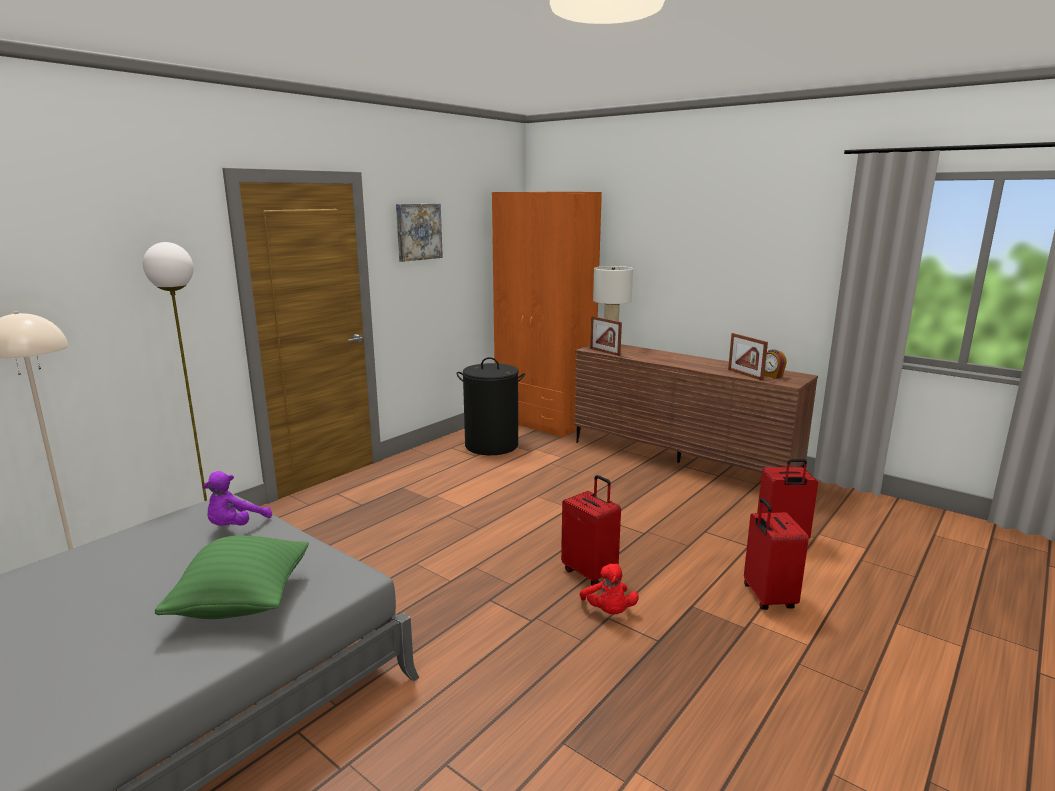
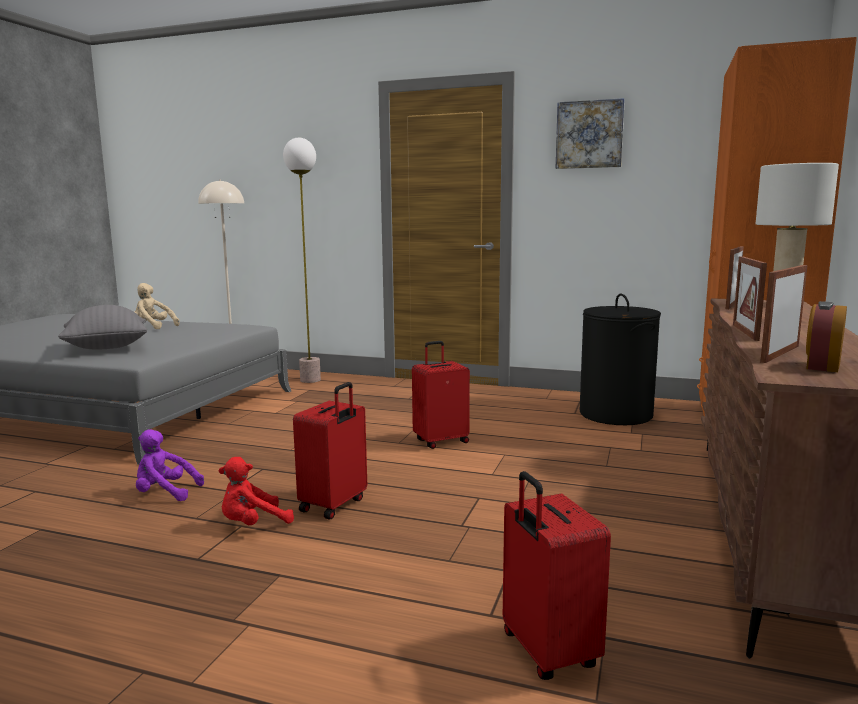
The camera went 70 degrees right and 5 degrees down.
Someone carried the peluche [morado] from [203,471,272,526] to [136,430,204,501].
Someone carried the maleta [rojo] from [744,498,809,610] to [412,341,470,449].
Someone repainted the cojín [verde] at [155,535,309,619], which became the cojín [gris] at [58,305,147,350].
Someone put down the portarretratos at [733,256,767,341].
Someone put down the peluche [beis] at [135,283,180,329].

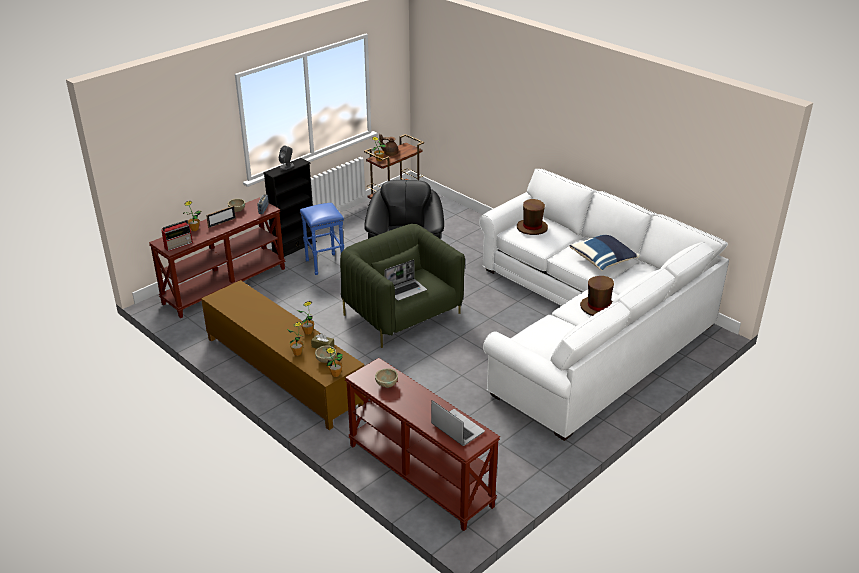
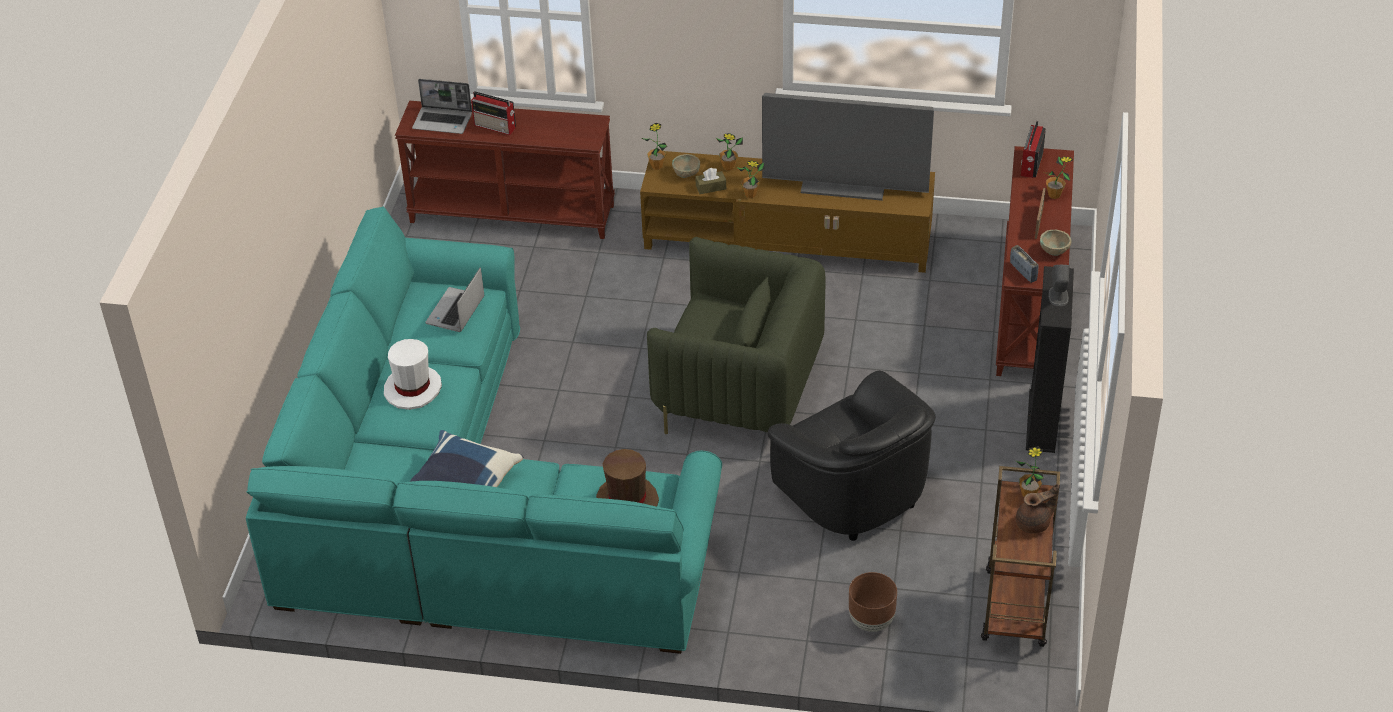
The camera went 145 degrees right and 10 degrees up.
Someone repainted the sofá [blanco] at [479,169,729,441], which became the sofá [turquesa] at [246,206,722,654].
Someone took away the taburete [azul] at [300,203,344,275].
Someone carried the portátil from [384,259,427,301] to [425,267,484,332].
Someone repainted the sombrero [marrón] at [580,276,614,316], which became the sombrero [blanco] at [384,339,442,410].
Someone took away the cuenco [beis] at [375,368,398,388].
Someone put down the radio at [471,91,516,135].
Someone put down the televisor at [762,93,934,201].
Someone put down the maceta [marrón] at [849,572,897,632].

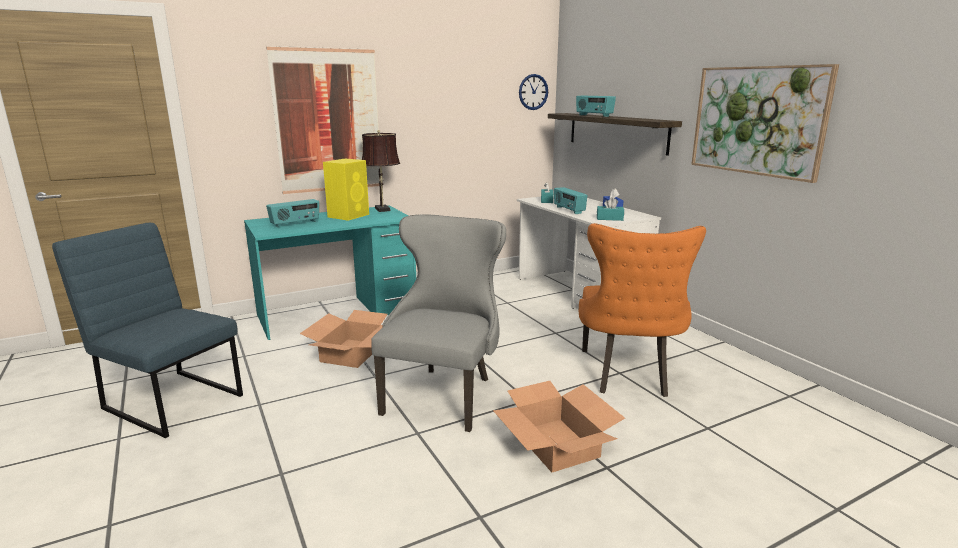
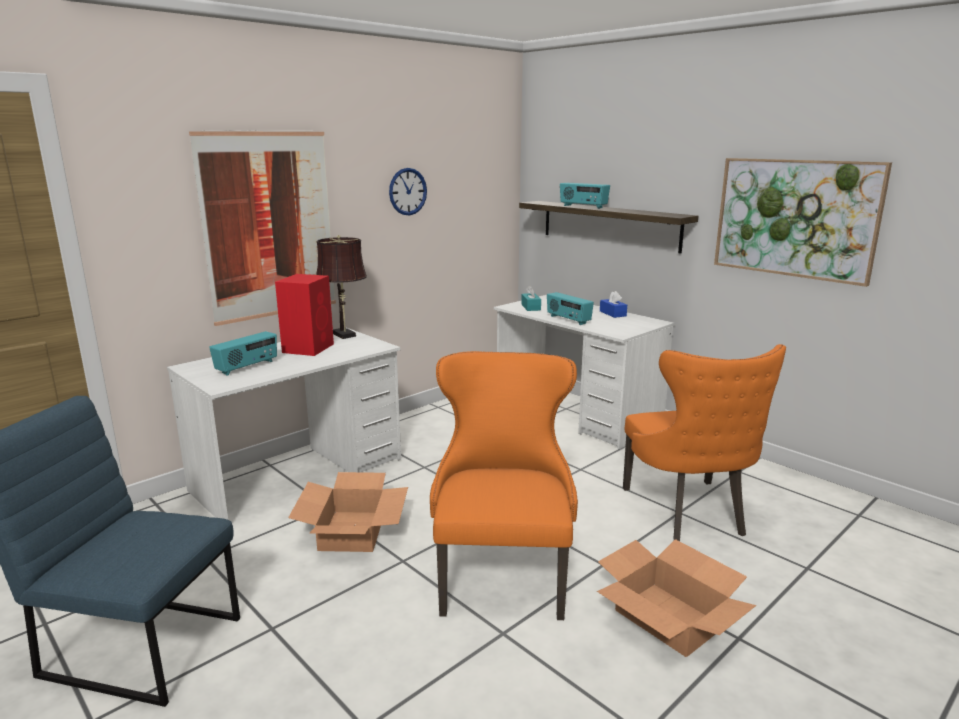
The camera went 15 degrees left and 0 degrees up.
Someone carried the reloj de pared from [519,74,548,110] to [389,168,427,215].
Someone repainted the altavoz [amarillo] at [323,158,369,221], which became the altavoz [rojo] at [275,274,334,356].
Someone took away the caja de pañuelos [turquesa] at [597,197,624,221].
Someone repainted the escritorio [turquesa] at [244,206,416,340], which became the escritorio [blanco] at [167,328,401,520].
Someone repainted the silla [gris] at [371,214,506,432], which became the silla [naranja] at [430,351,578,620].

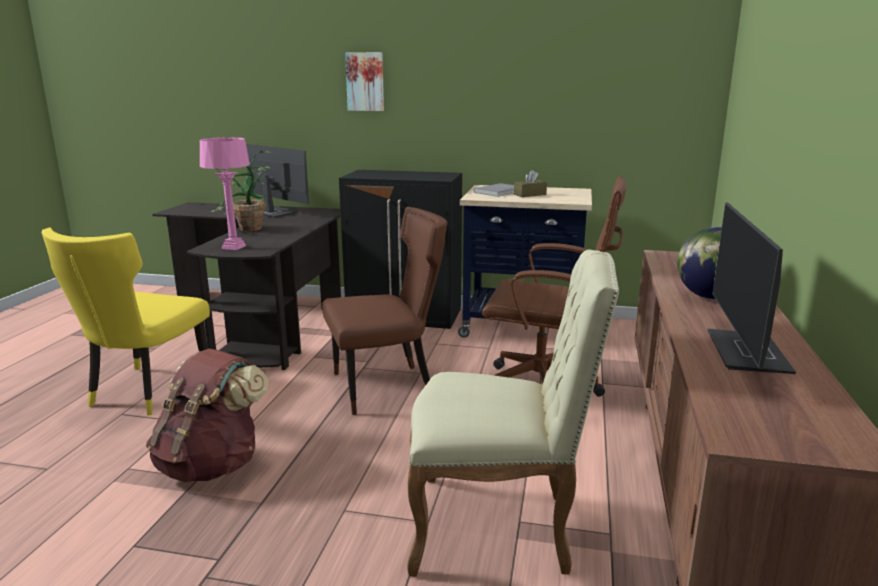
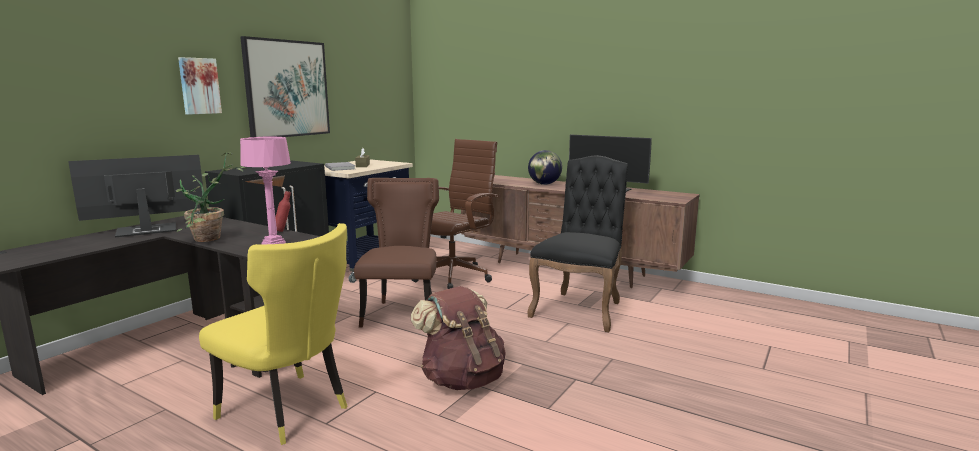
The camera went 70 degrees left and 5 degrees down.
Someone repainted the silla [beis] at [407,249,619,577], which became the silla [negro] at [528,155,628,332].
Someone put up the cuadro at [240,36,330,137].
Someone put down the botella [rojo] at [275,191,291,232].

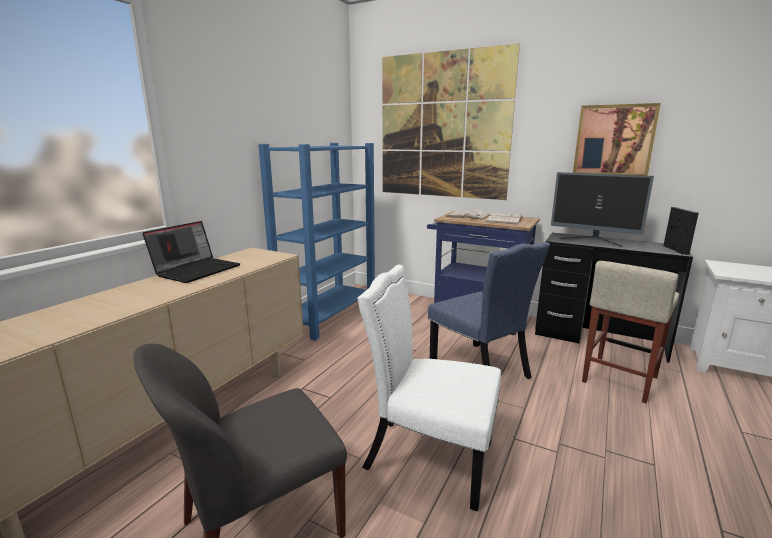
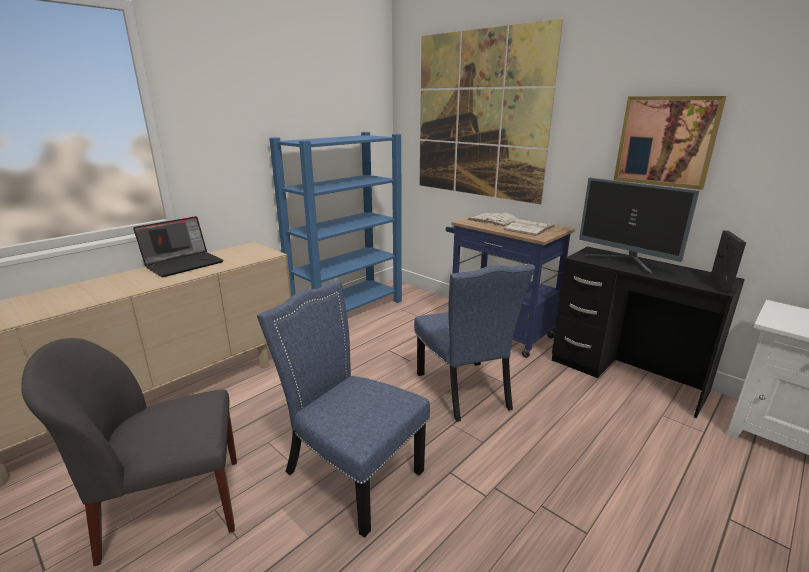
The camera went 15 degrees right and 5 degrees up.
Someone took away the taburete [beis] at [582,261,679,403].
Someone repainted the silla [blanco] at [357,265,501,511], which became the silla [azul] at [257,280,430,538].

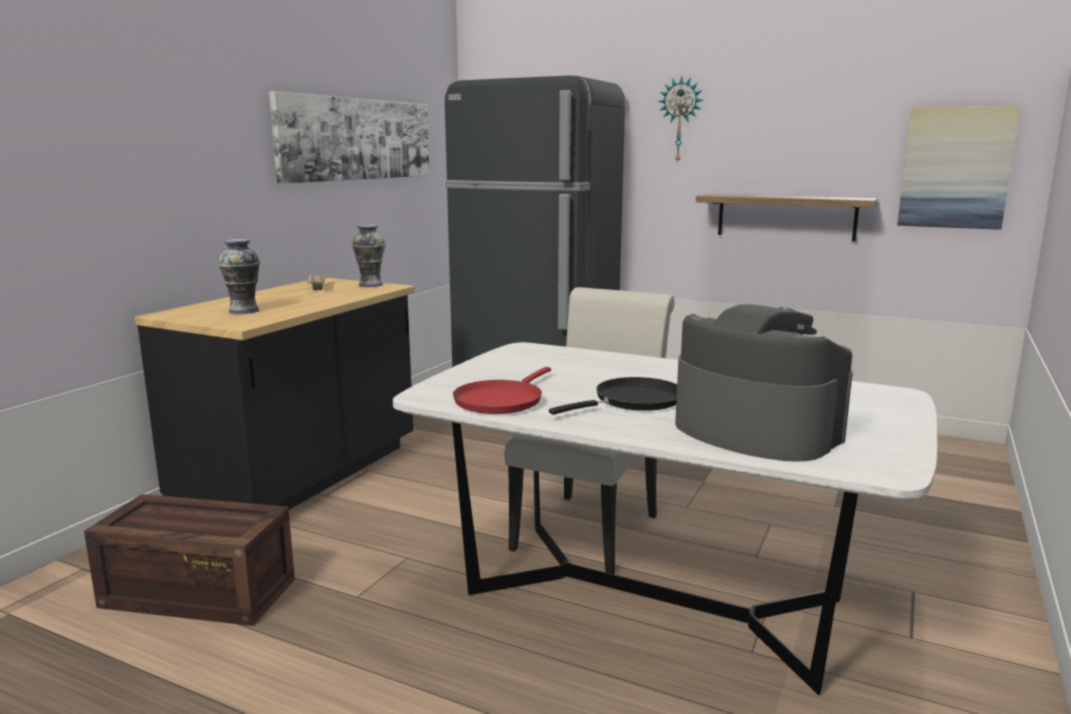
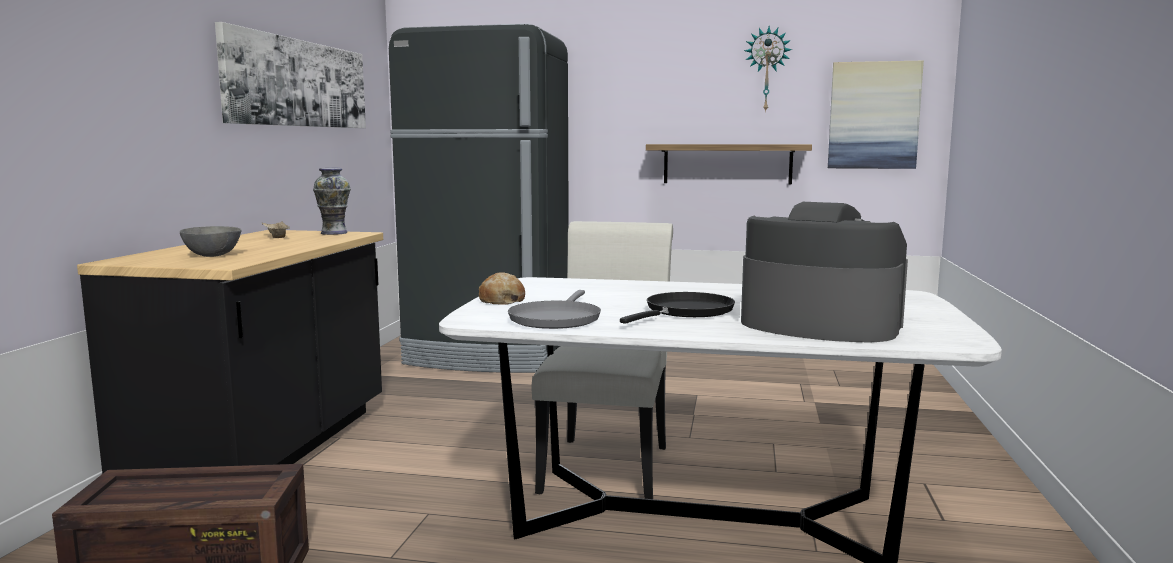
The camera went 15 degrees left and 5 degrees down.
Someone carried the reloj de pared from [658,76,703,164] to [744,26,792,113].
Someone swapped the florero at [218,239,260,314] for the cuenco [gris] at [180,226,242,257].
Someone repainted the sartén [rojo] at [453,367,551,414], which became the sartén [gris] at [508,290,601,329].
Someone put down the pan at [478,272,525,305].

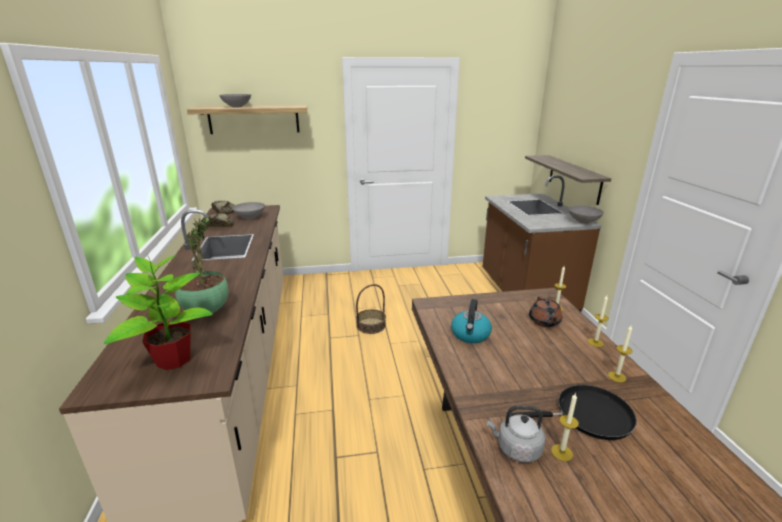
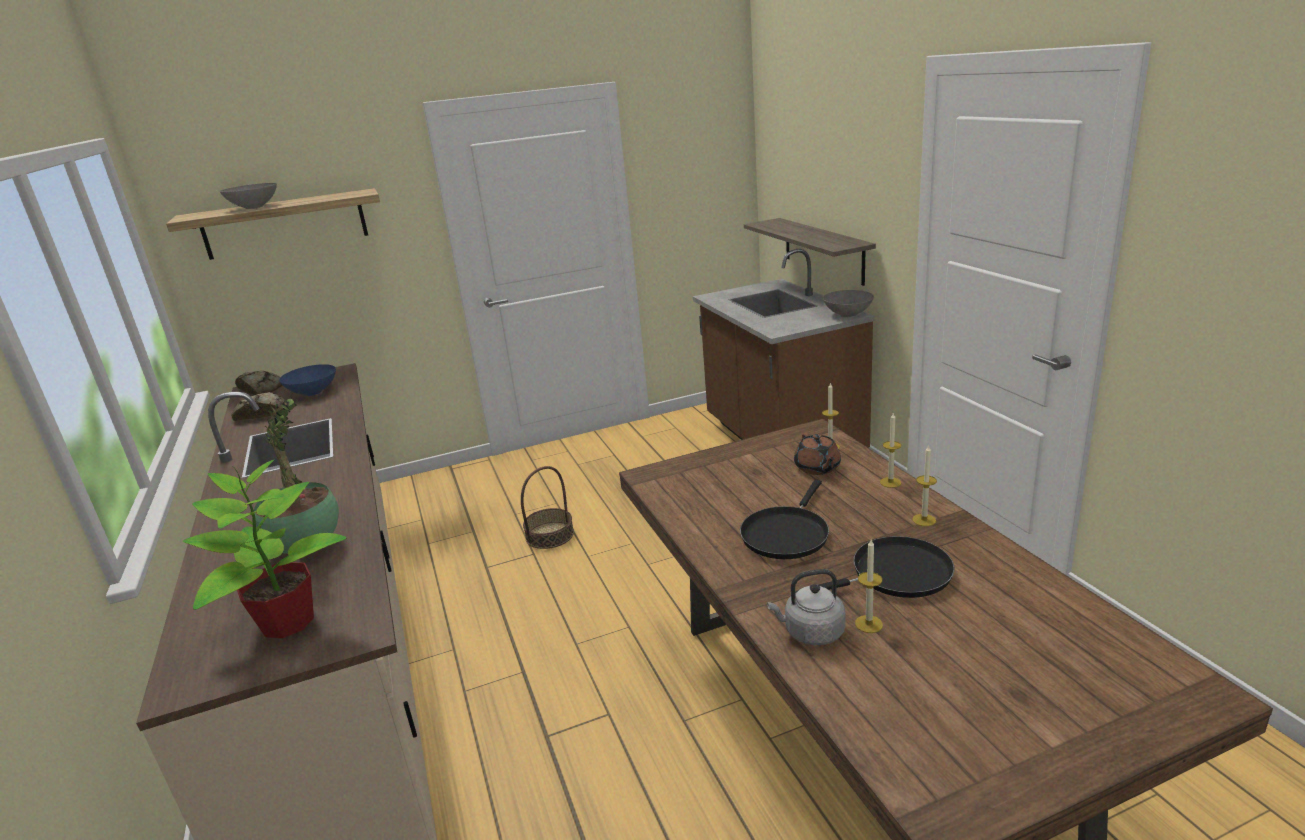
The camera went 10 degrees left and 0 degrees up.
Someone repainted the cuenco [gris] at [232,202,265,219], which became the cuenco [azul] at [279,364,336,396].
Someone took away the hervidor at [451,299,492,343].
Someone put down the sartén [negro] at [740,479,829,559].

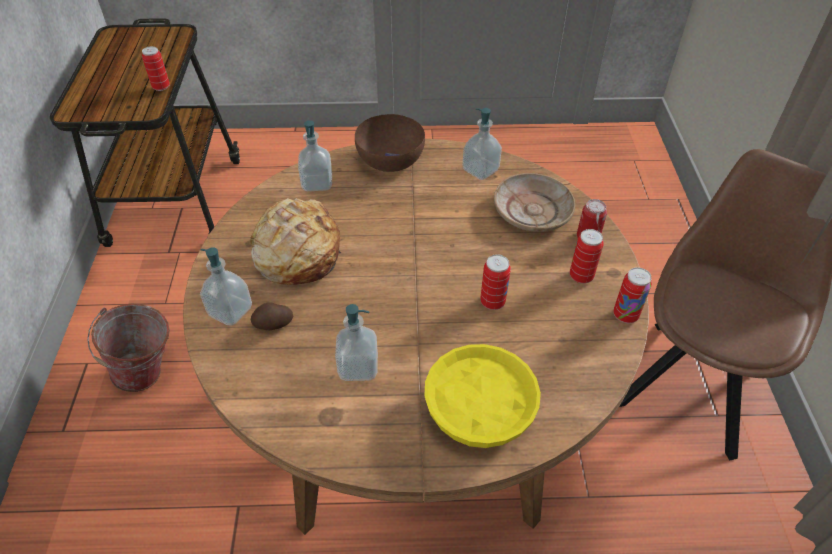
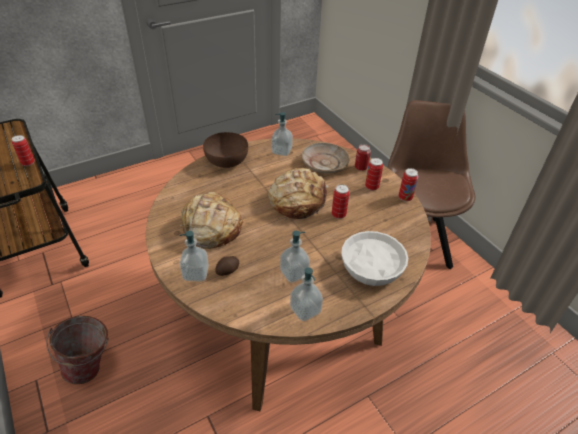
The camera went 30 degrees left and 5 degrees down.
Someone carried the dispensador de jabón from [298,121,332,191] to [290,267,323,321].
Someone repainted the cuenco [amarillo] at [425,344,541,448], which became the cuenco [blanco] at [341,231,408,286].
Someone put down the pan at [268,168,328,219].

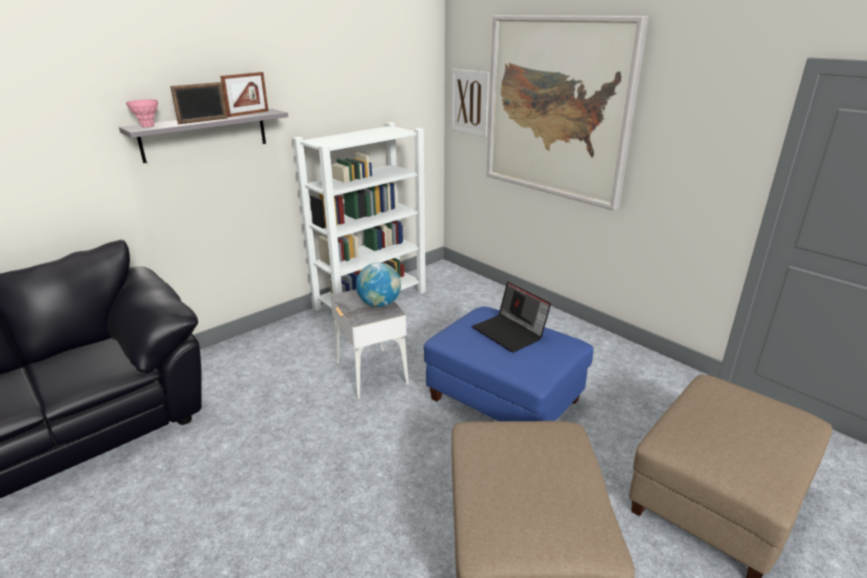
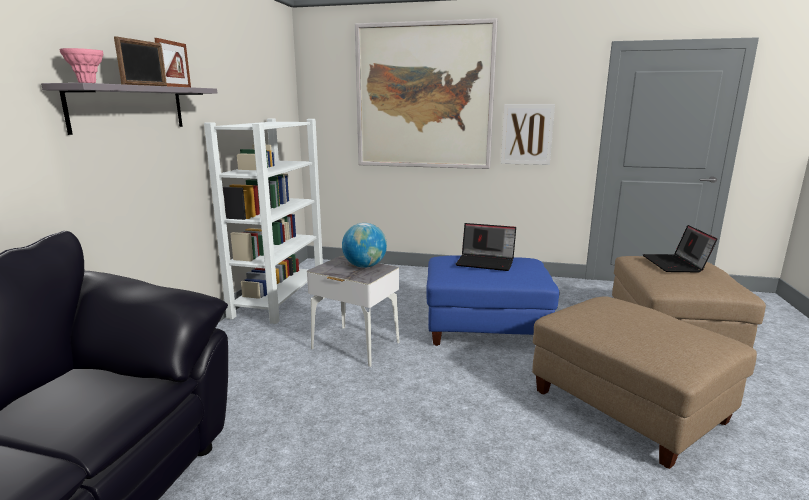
The camera went 35 degrees left and 10 degrees down.
Someone carried the cuadro from [451,69,490,137] to [501,104,555,165].
Someone put down the portátil at [643,225,718,272].

